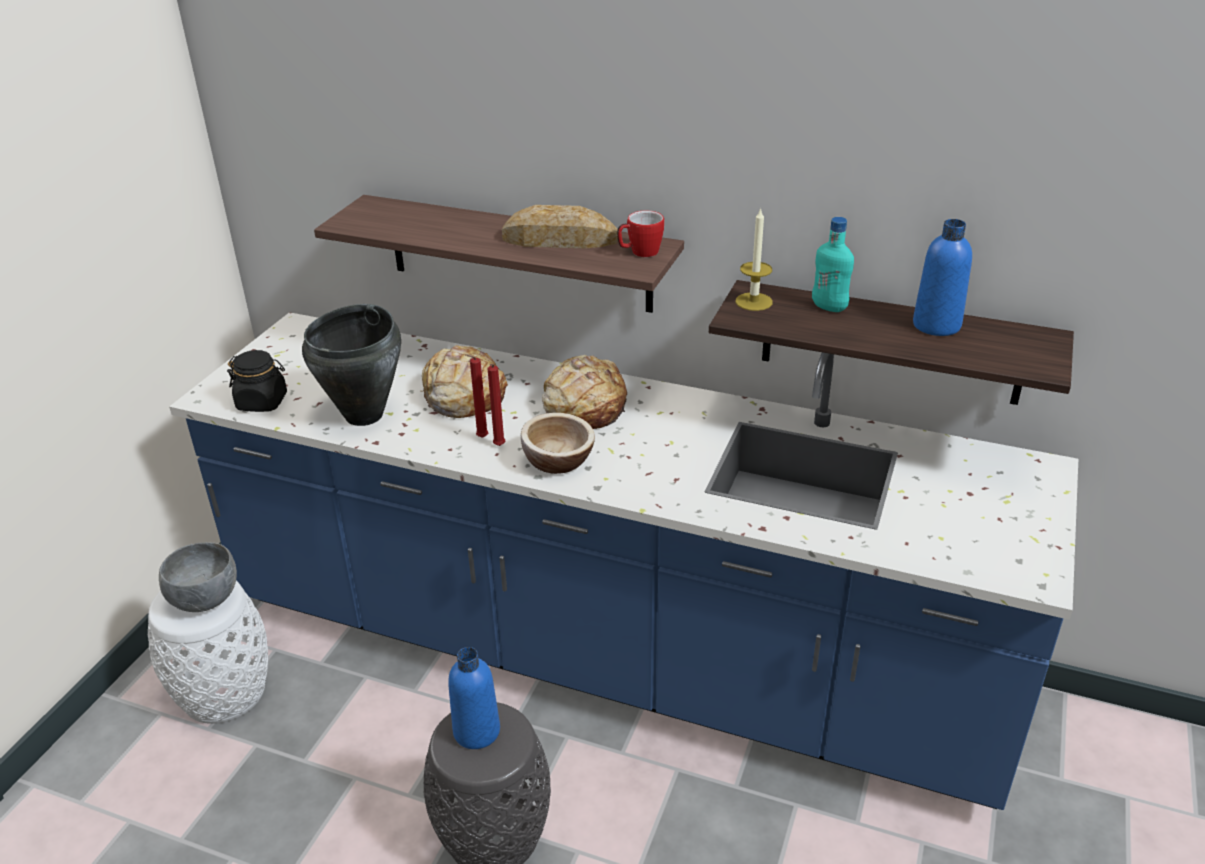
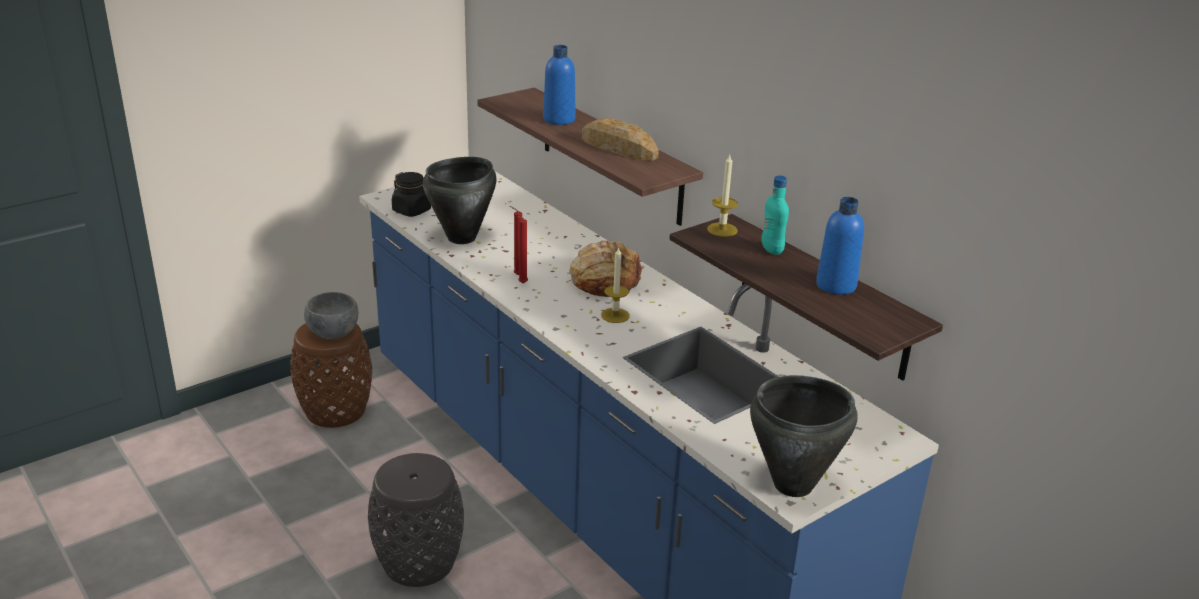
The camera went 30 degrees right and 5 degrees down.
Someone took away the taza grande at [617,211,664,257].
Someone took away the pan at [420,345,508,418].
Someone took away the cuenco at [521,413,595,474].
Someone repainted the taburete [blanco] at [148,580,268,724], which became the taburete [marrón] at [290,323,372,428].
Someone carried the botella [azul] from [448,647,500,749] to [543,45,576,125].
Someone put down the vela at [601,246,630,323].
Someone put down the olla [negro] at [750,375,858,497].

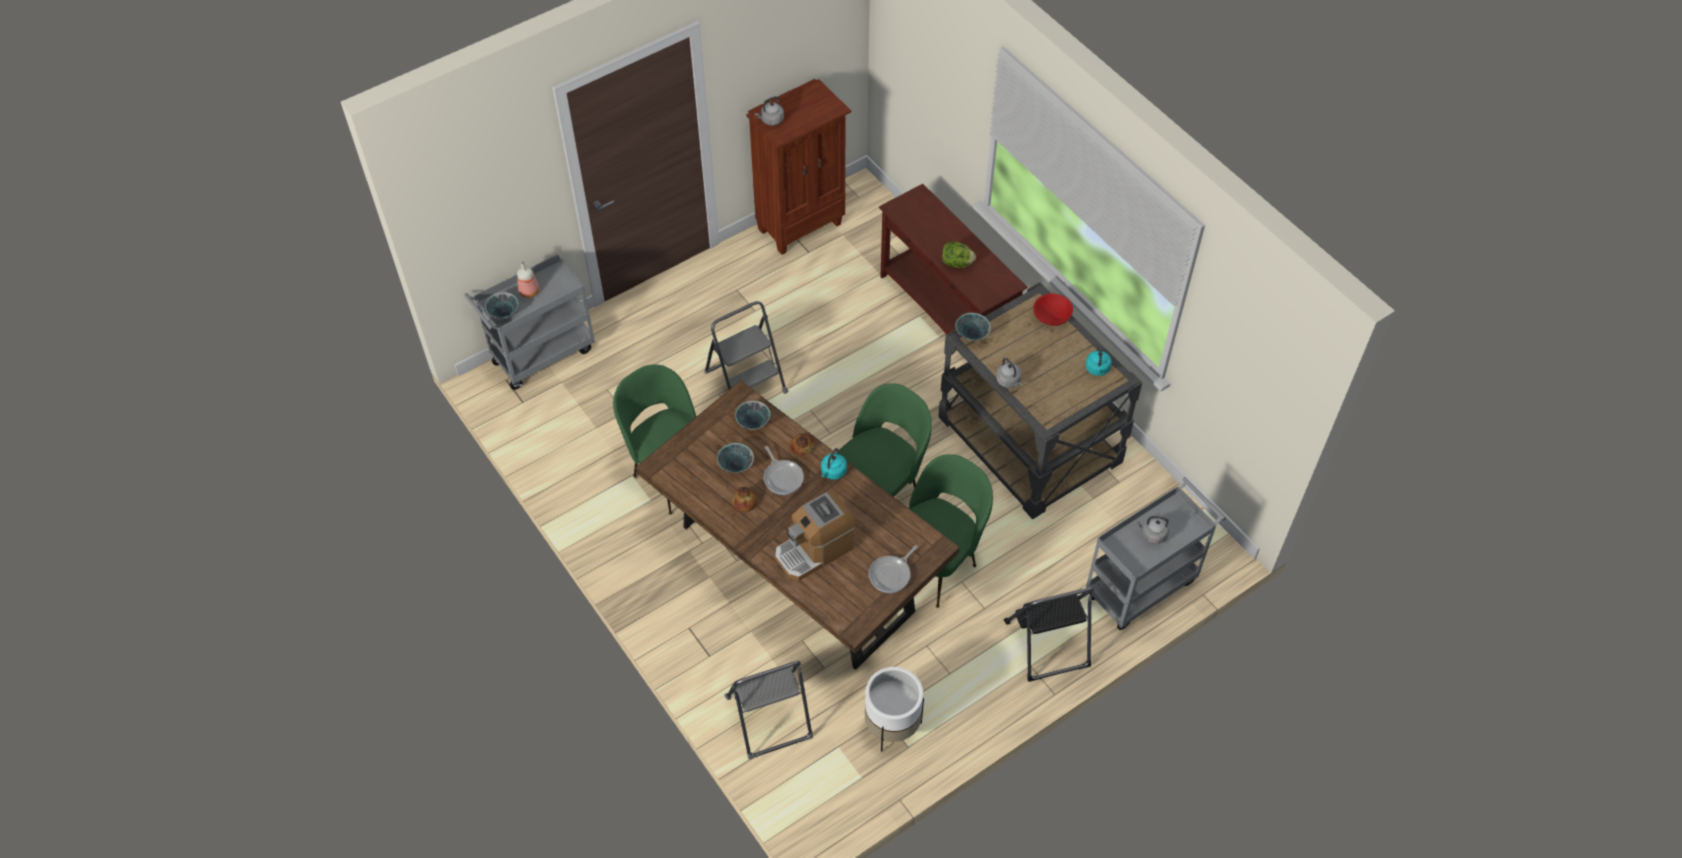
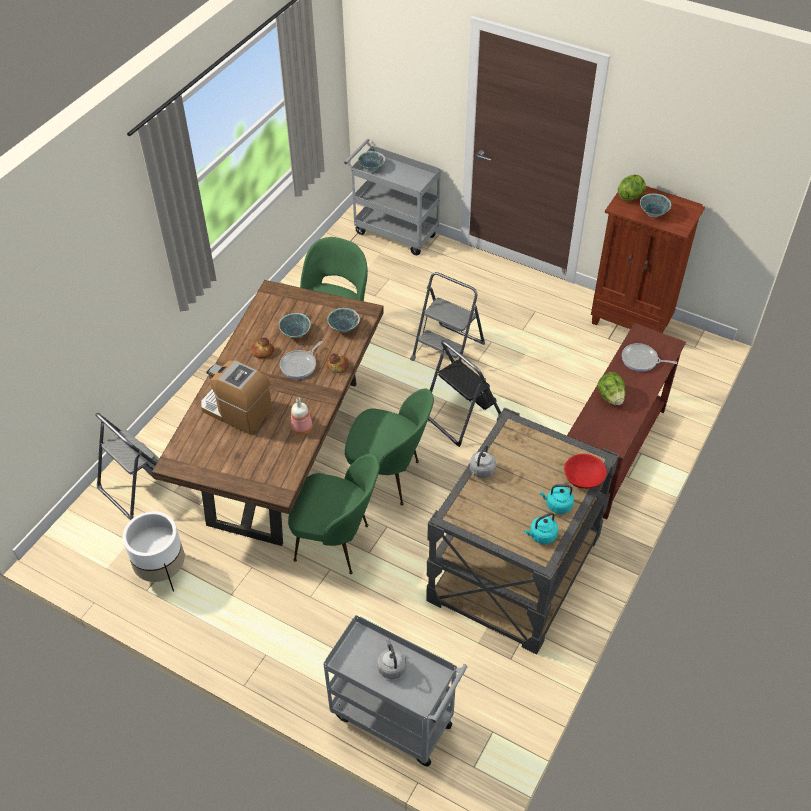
The camera went 65 degrees right and 5 degrees down.
Someone swapped the hervidor [gris] at [755,96,784,126] for the lechuga at [618,174,646,201].
Someone carried the botella from [517,261,539,298] to [290,397,312,435].
Someone carried the cuenco from [955,313,991,341] to [640,194,671,217].
Someone carried the hervidor [turquesa] from [821,448,847,480] to [540,484,574,514].
Someone carried the sartén from [869,545,918,593] to [622,343,677,372].
Someone carried the escalera de tijera [negro] from [1004,587,1093,682] to [428,341,501,447].

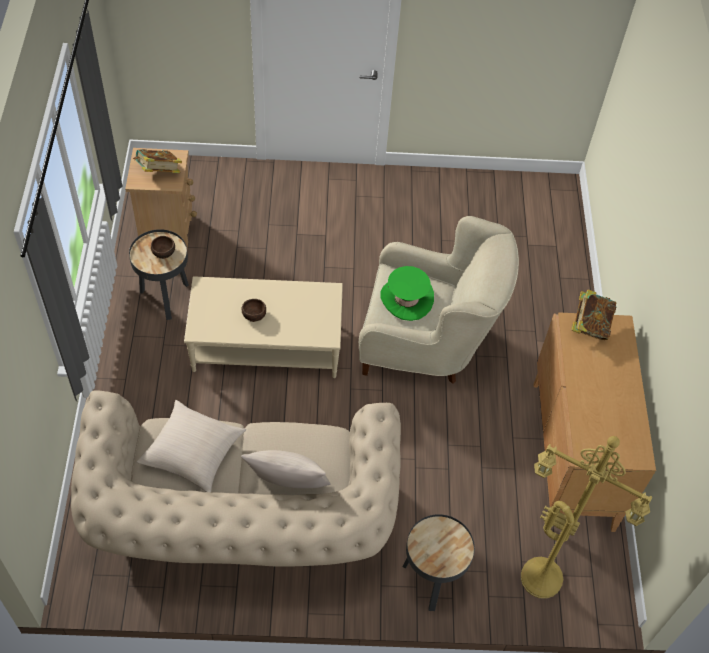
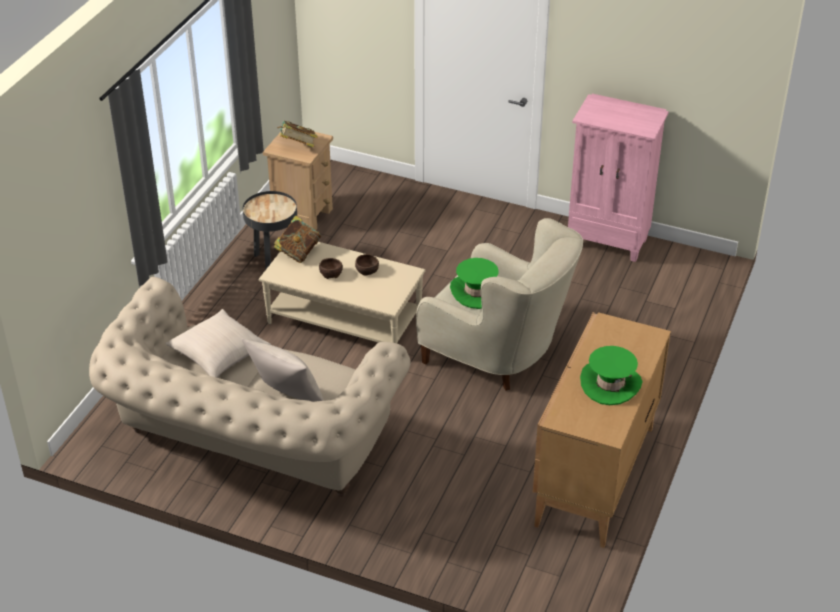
The camera went 25 degrees right and 15 degrees down.
Someone carried the cuenco [marrón] from [151,236,175,259] to [355,254,379,276].
Someone carried the libro from [571,289,617,340] to [274,215,321,263].
Someone took away the lámpara de pie [amarillo] at [521,436,652,599].
Someone took away the mesa auxiliar [negro] at [402,514,475,611].
Someone put down the armario [rosa] at [568,94,669,262].
Someone put down the sombrero [verde] at [580,346,642,405].

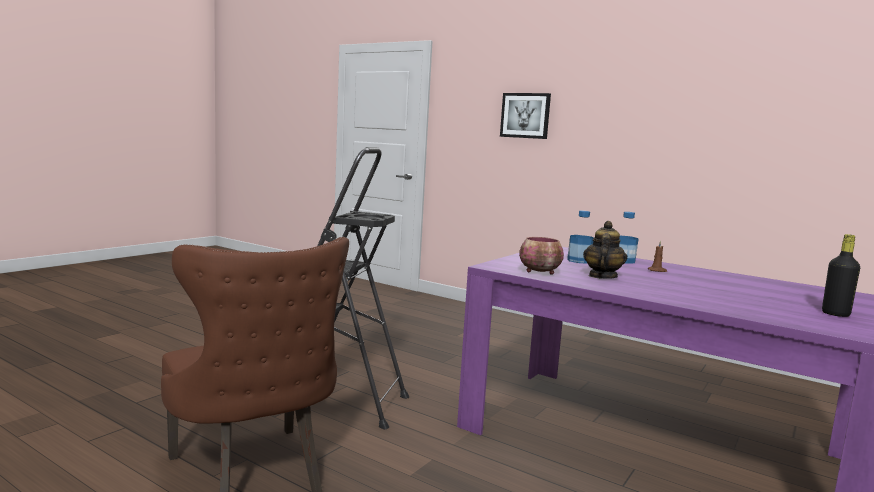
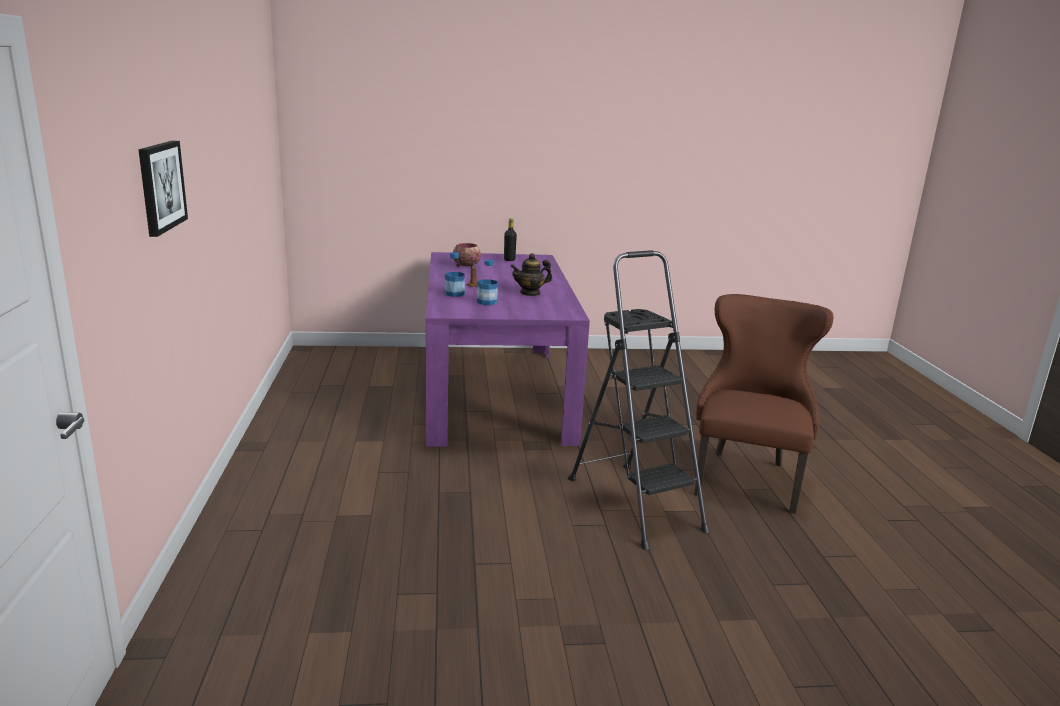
The camera went 130 degrees left and 10 degrees up.
Someone carried the cuenco from [519,237,564,275] to [453,243,481,267].

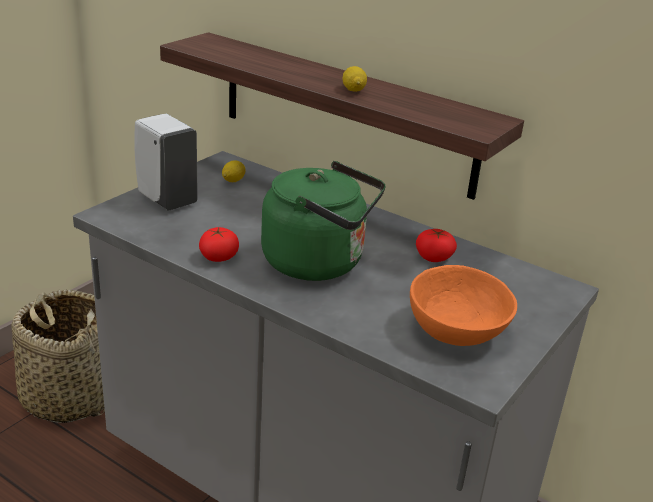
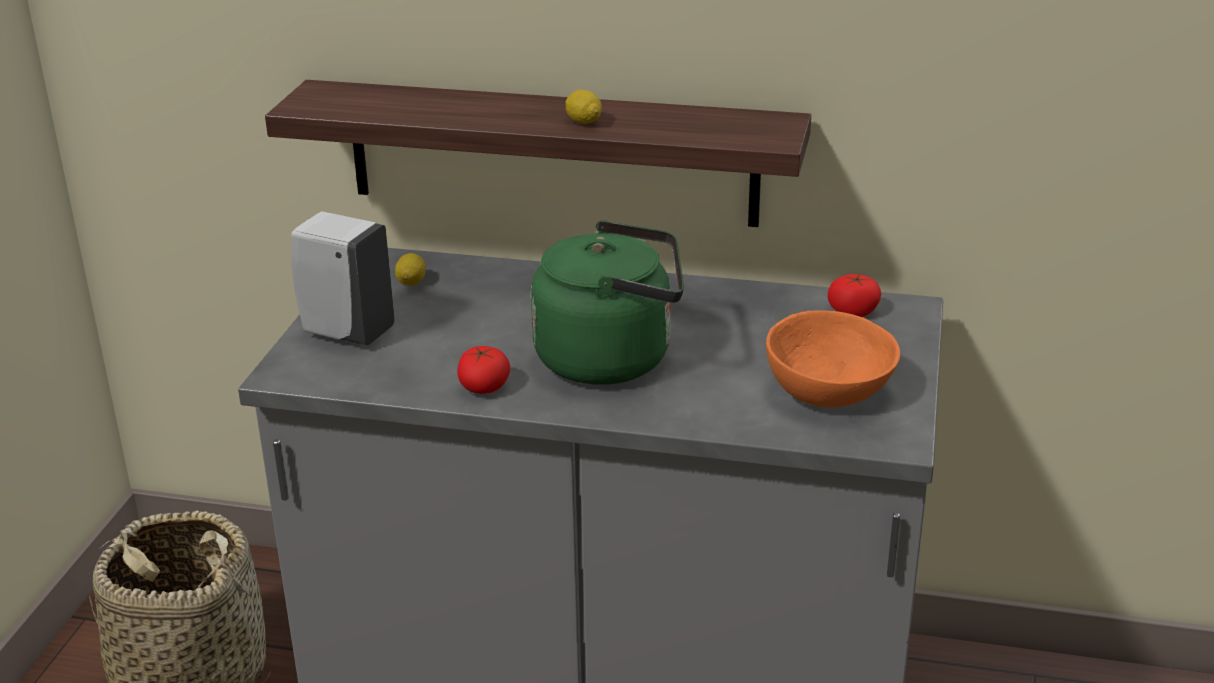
The camera went 20 degrees left and 0 degrees up.
Someone carried the tomate from [416,229,457,262] to [828,274,881,317].

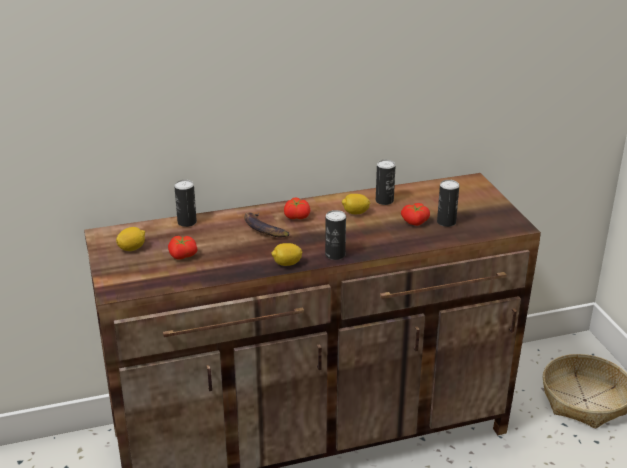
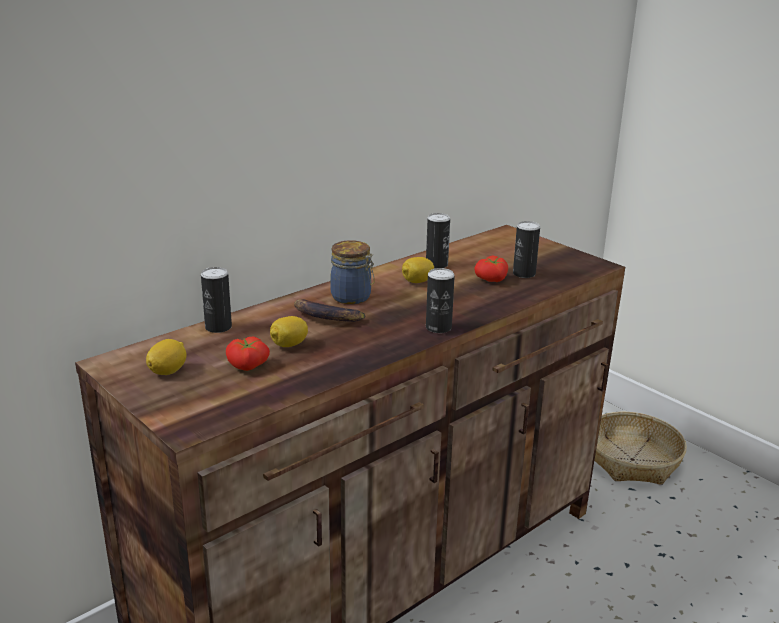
The camera went 25 degrees left and 5 degrees down.
Someone swapped the tomate at [284,197,310,219] for the tarro at [330,240,374,304].
Someone carried the limón from [271,243,302,266] to [270,316,308,347].

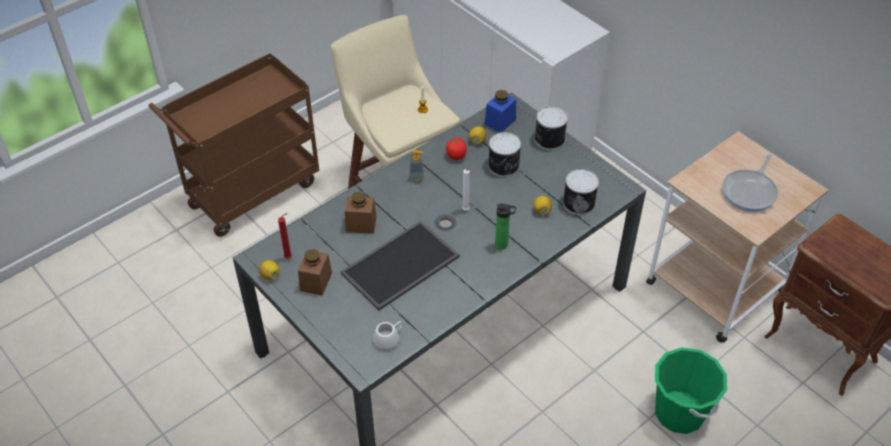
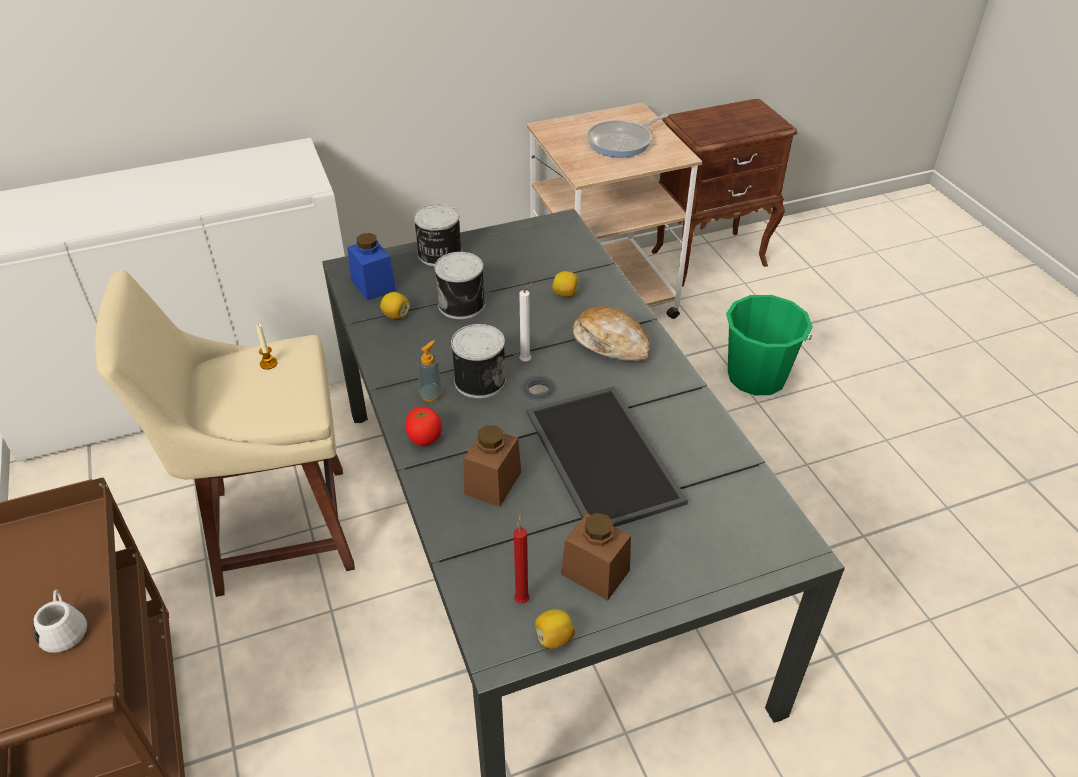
The camera went 70 degrees left and 5 degrees down.
Someone carried the tomate from [446,138,467,160] to [405,407,442,446].
Someone rotated the sartén at [722,154,778,212] by 90 degrees clockwise.
Someone carried the lata from [563,169,599,215] to [451,324,506,398].
Someone swapped the botella at [495,203,516,250] for the pan at [572,306,650,361].
Someone carried the taza grande [blanco] from [373,321,403,351] to [33,589,87,653].

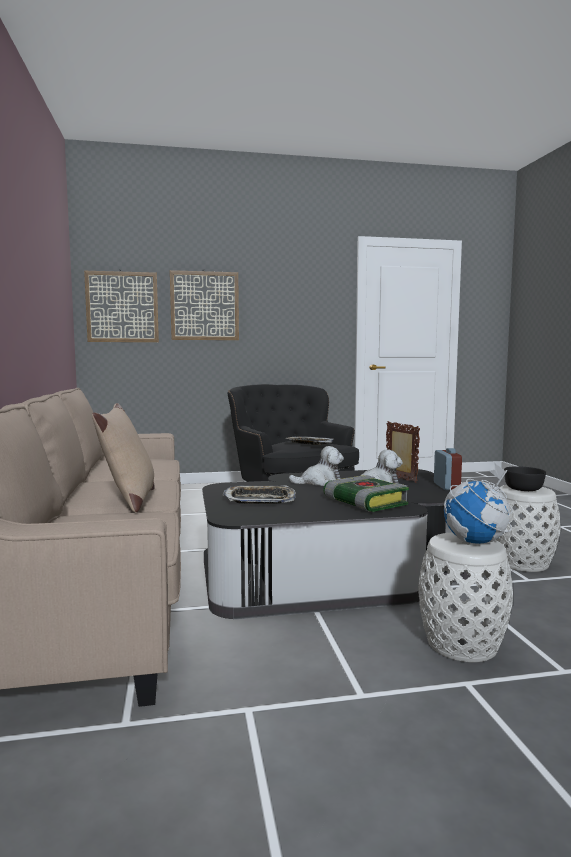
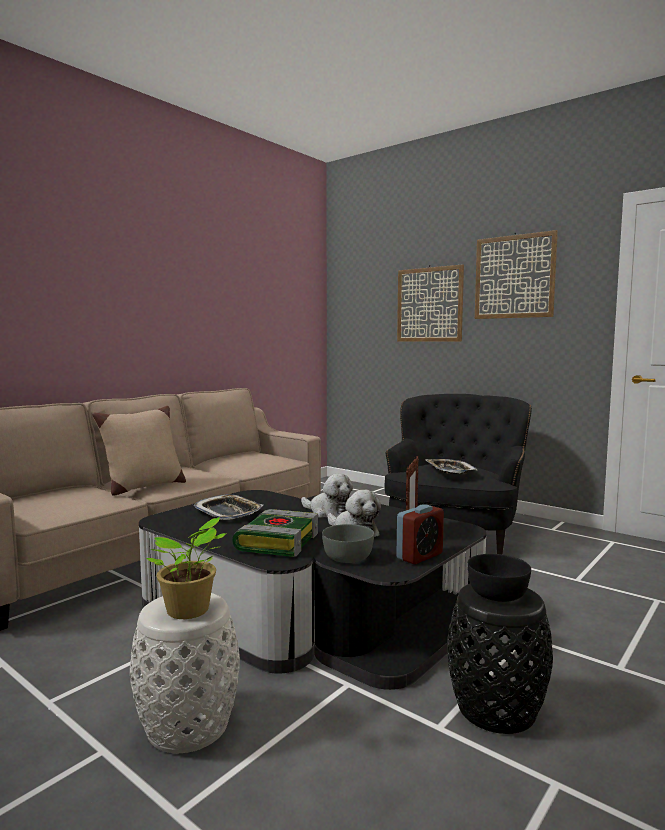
The camera went 50 degrees right and 0 degrees up.
Someone carried the cuadro from [84,269,159,342] to [475,230,558,319].
Someone swapped the globo terráqueo at [444,463,513,544] for the planta en maceta at [146,517,227,619].
Someone repainted the taburete [blanco] at [496,485,561,572], which became the taburete [negro] at [447,584,553,734].
Someone put down the cuenco [gris] at [322,524,374,563].

